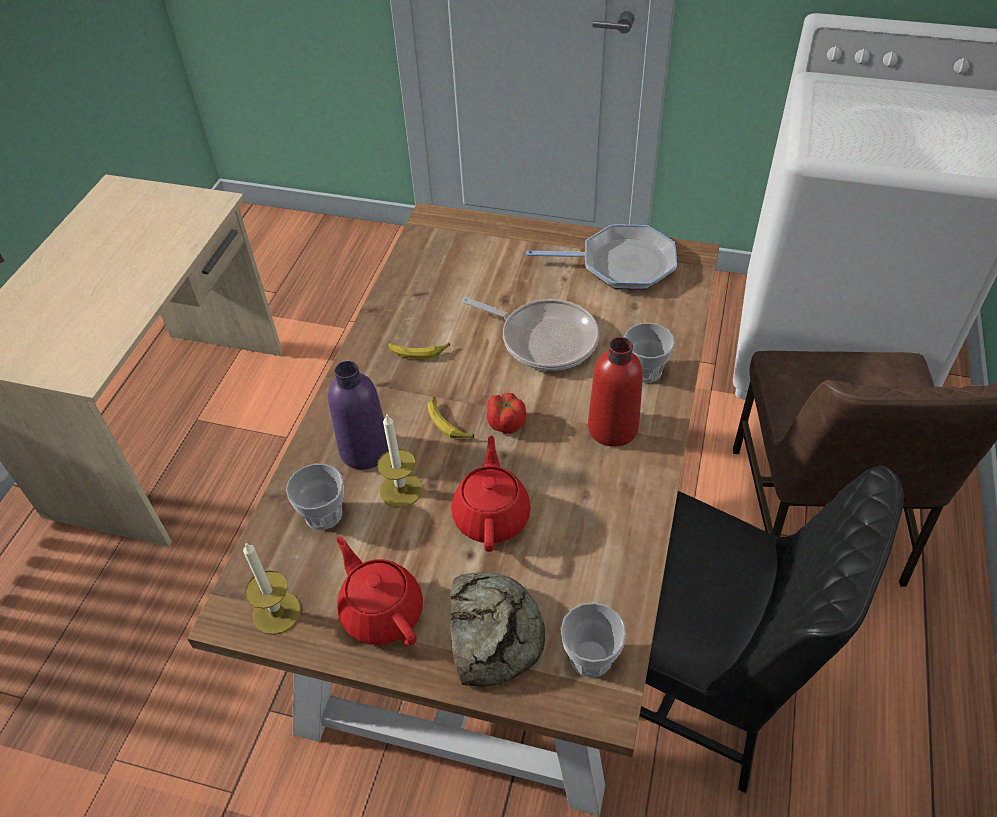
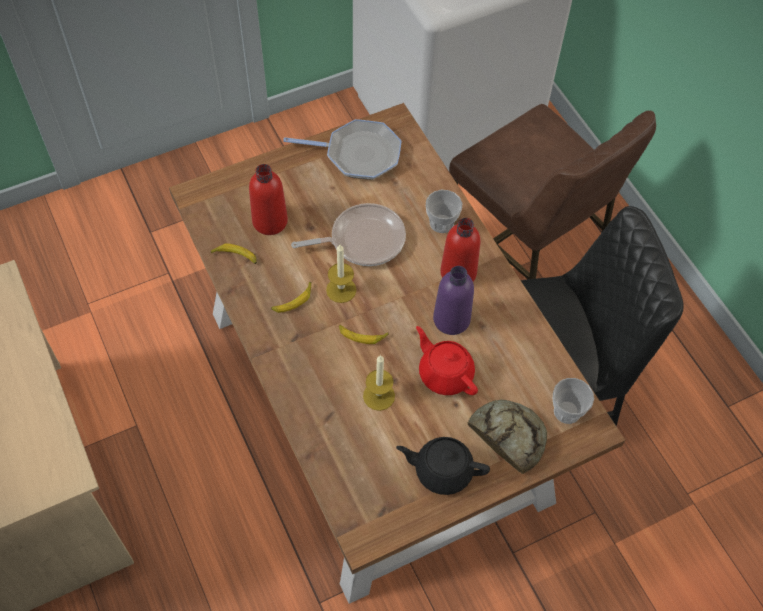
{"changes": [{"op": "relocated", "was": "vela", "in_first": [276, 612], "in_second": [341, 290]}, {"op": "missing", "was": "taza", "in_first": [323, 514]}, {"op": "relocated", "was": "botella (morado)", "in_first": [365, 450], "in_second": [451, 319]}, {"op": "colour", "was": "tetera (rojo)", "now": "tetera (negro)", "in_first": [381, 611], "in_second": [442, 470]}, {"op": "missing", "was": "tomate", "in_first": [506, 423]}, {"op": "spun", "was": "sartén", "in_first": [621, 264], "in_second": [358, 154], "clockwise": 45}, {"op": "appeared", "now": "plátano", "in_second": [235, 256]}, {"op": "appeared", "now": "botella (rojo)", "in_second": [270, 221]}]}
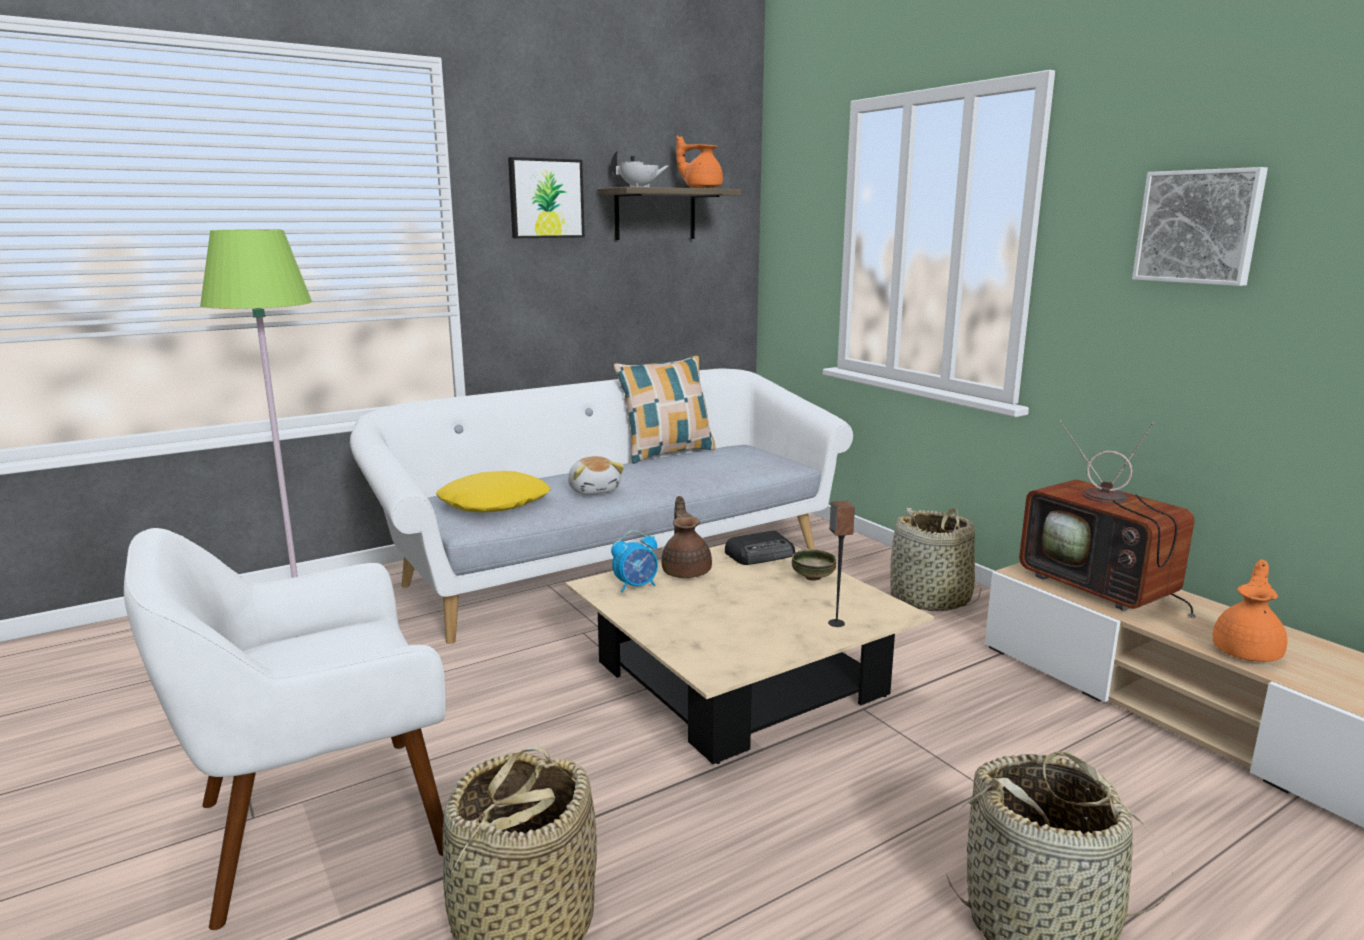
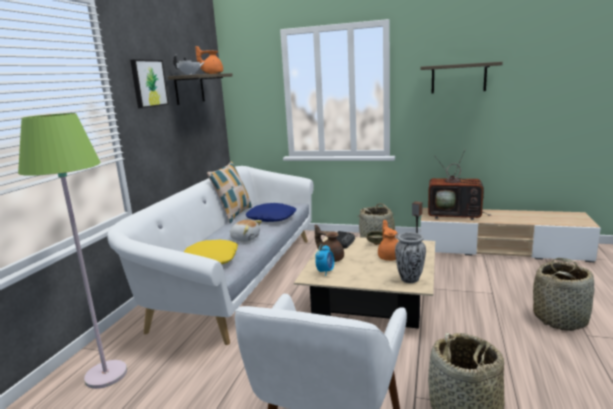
{"changes": [{"op": "exchanged", "was": "cuadro", "now": "estante", "in_first": [1199, 227], "in_second": [458, 78]}, {"op": "relocated", "was": "tetera (naranja)", "in_first": [1247, 651], "in_second": [390, 257]}, {"op": "appeared", "now": "cojín (azul)", "in_second": [272, 217]}, {"op": "appeared", "now": "florero", "in_second": [409, 279]}]}
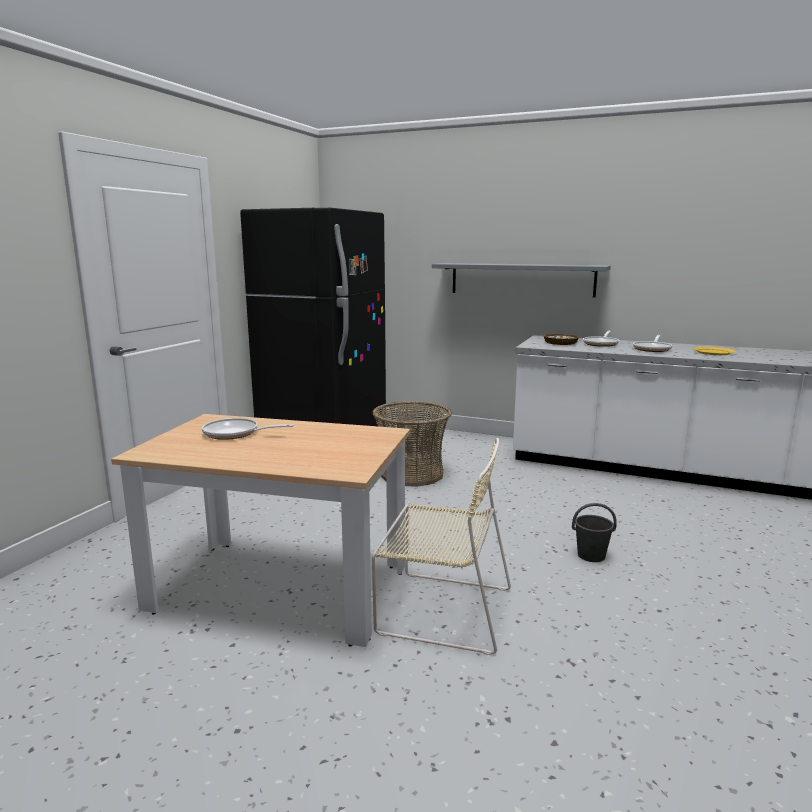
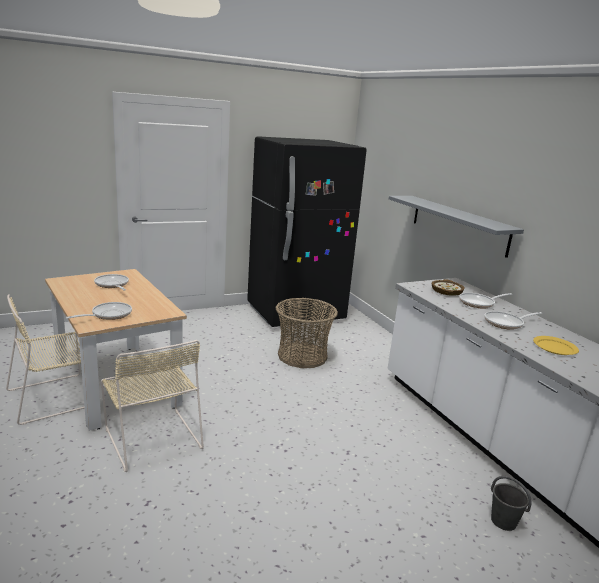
{"changes": [{"op": "relocated", "was": "cubo (gris)", "in_first": [591, 555], "in_second": [504, 521]}, {"op": "appeared", "now": "silla (beis)", "in_second": [55, 397]}, {"op": "appeared", "now": "sartén", "in_second": [108, 315]}]}
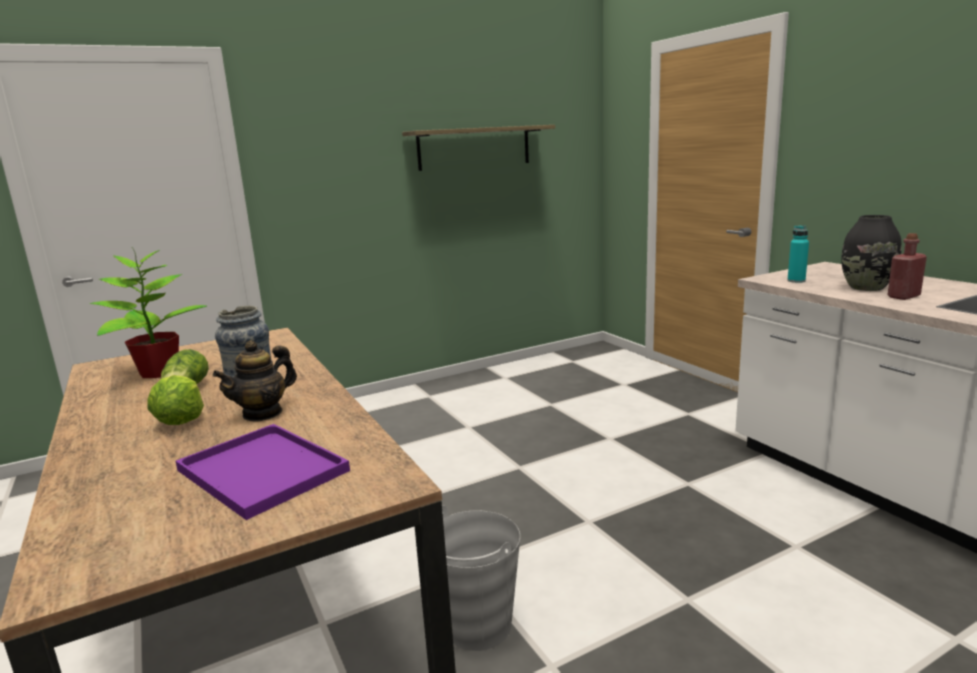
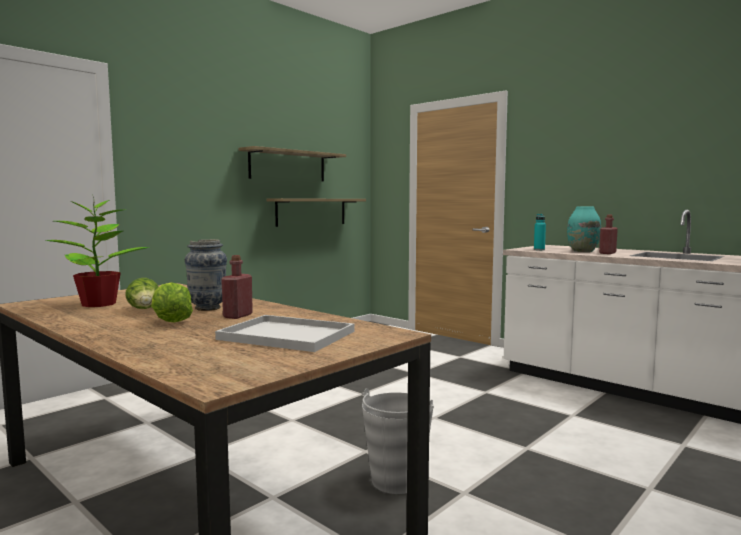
{"changes": [{"op": "colour", "was": "bandeja (morado)", "now": "bandeja (blanco)", "in_first": [259, 470], "in_second": [284, 335]}, {"op": "exchanged", "was": "tetera", "now": "botella (rojo)", "in_first": [263, 413], "in_second": [238, 316]}, {"op": "colour", "was": "florero (negro)", "now": "florero (turquesa)", "in_first": [866, 288], "in_second": [582, 251]}, {"op": "appeared", "now": "estante", "in_second": [311, 212]}]}
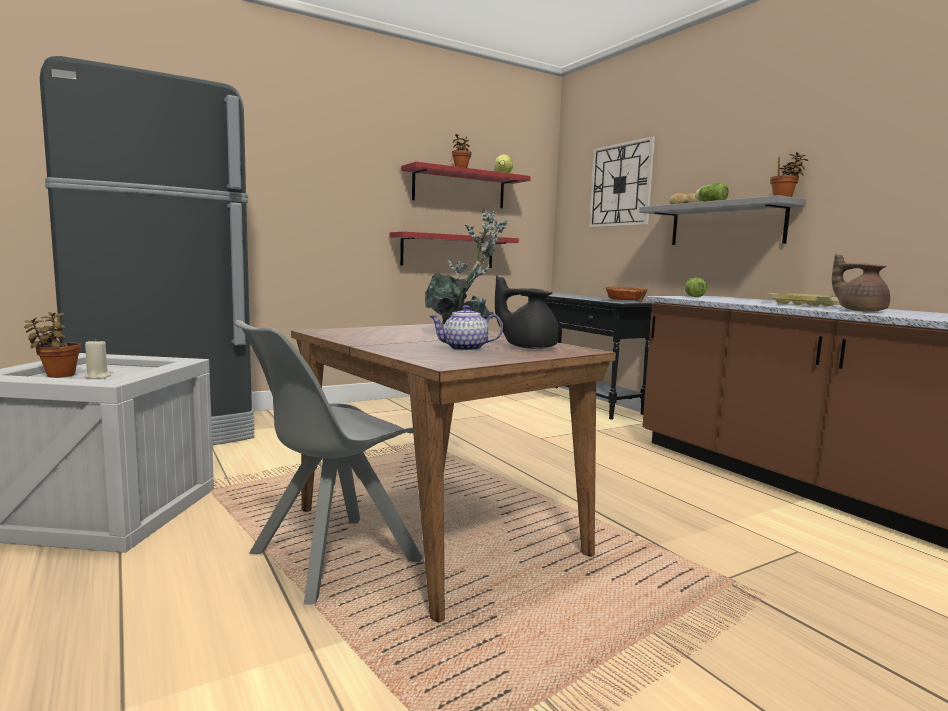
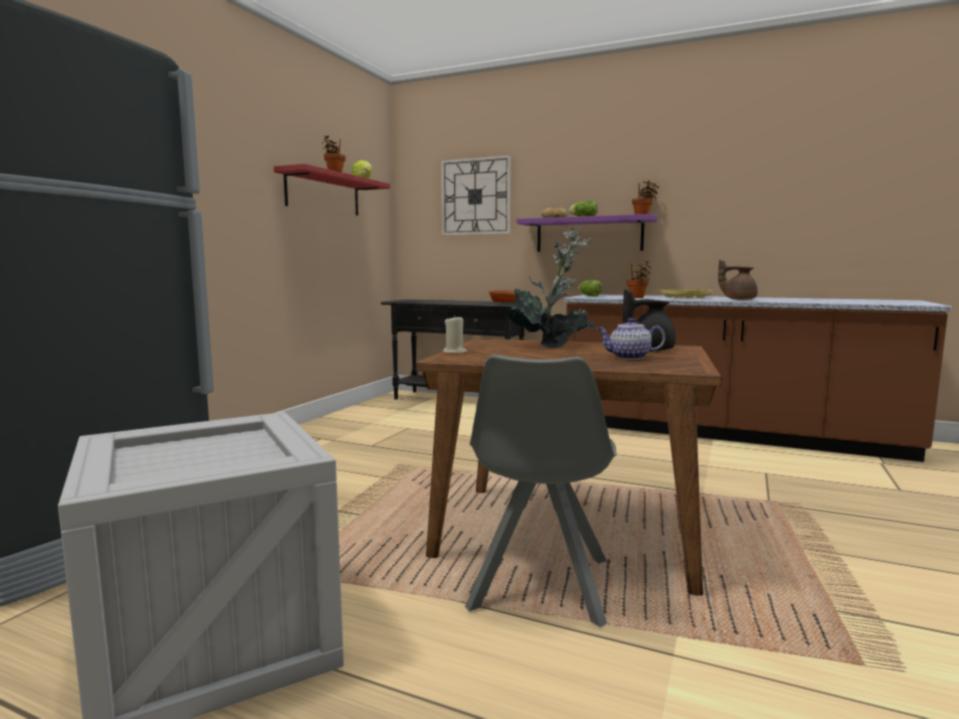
{"changes": [{"op": "relocated", "was": "planta en maceta", "in_first": [58, 376], "in_second": [637, 297]}, {"op": "relocated", "was": "vela (beis)", "in_first": [98, 377], "in_second": [455, 352]}, {"op": "missing", "was": "estante (rojo)", "in_first": [448, 251]}, {"op": "spun", "was": "tetera", "in_first": [464, 349], "in_second": [628, 357], "clockwise": 45}, {"op": "colour", "was": "estante (gris)", "now": "estante (morado)", "in_first": [726, 224], "in_second": [589, 235]}]}
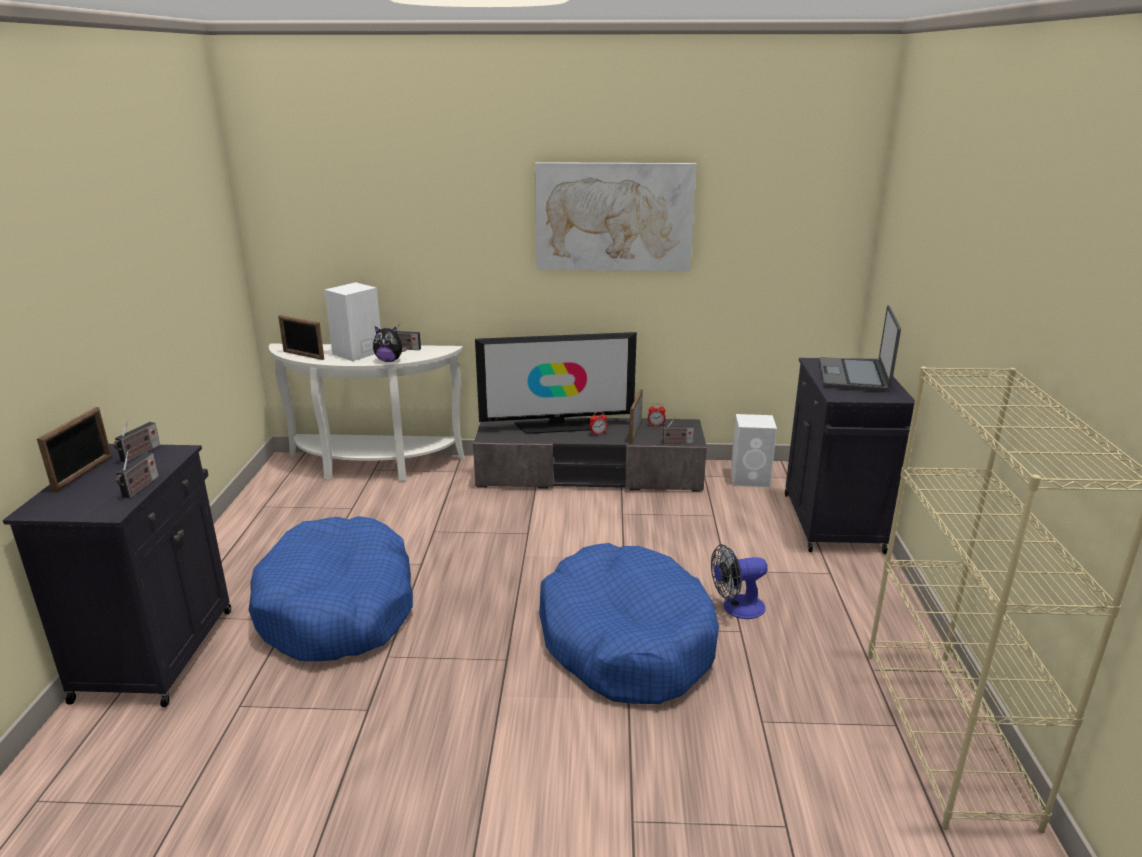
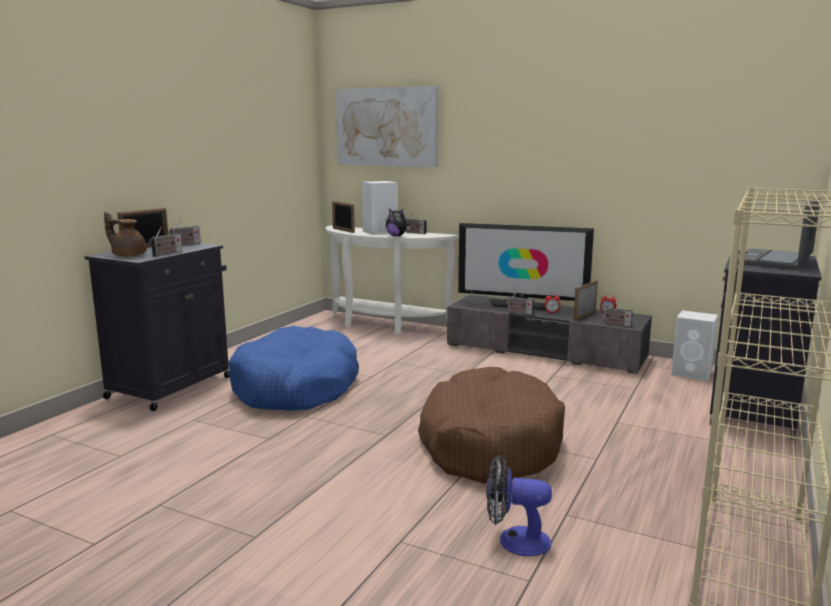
{"changes": [{"op": "relocated", "was": "cuadro", "in_first": [614, 217], "in_second": [386, 127]}, {"op": "colour", "was": "cama para perro (azul)", "now": "cama para perro (marrón)", "in_first": [625, 641], "in_second": [489, 444]}, {"op": "relocated", "was": "ventilador", "in_first": [736, 608], "in_second": [515, 540]}, {"op": "appeared", "now": "tetera (marrón)", "in_second": [128, 255]}, {"op": "appeared", "now": "radio", "in_second": [519, 312]}]}
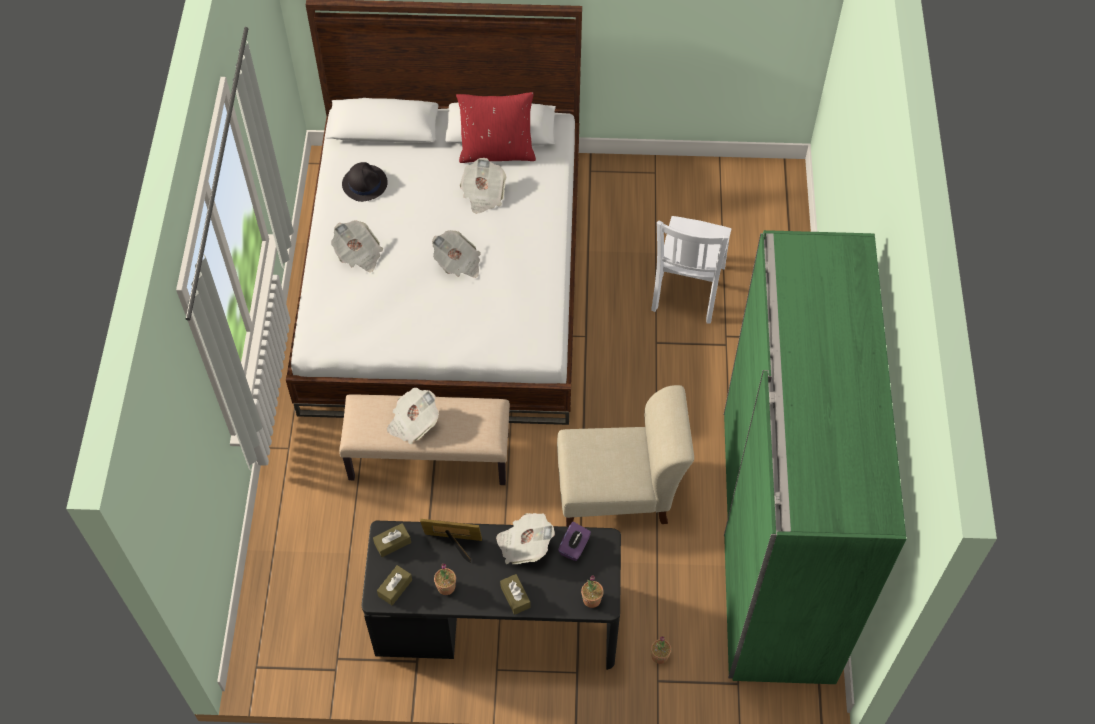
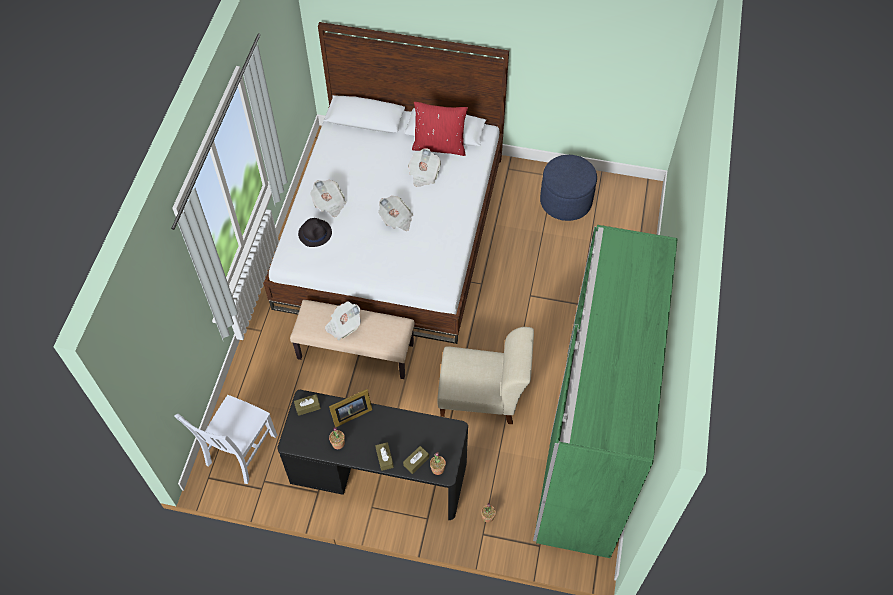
{"changes": [{"op": "relocated", "was": "sombrero (negro)", "in_first": [364, 183], "in_second": [315, 233]}, {"op": "relocated", "was": "caja de pañuelos (marrón)", "in_first": [395, 588], "in_second": [416, 461]}, {"op": "spun", "was": "portarretratos", "in_first": [454, 543], "in_second": [350, 414], "clockwise": 135}, {"op": "missing", "was": "periódico", "in_first": [524, 545]}, {"op": "missing", "was": "caja de pañuelos (morado)", "in_first": [574, 547]}, {"op": "relocated", "was": "silla (blanco)", "in_first": [687, 290], "in_second": [240, 452]}, {"op": "appeared", "now": "puf (azul)", "in_second": [565, 201]}]}
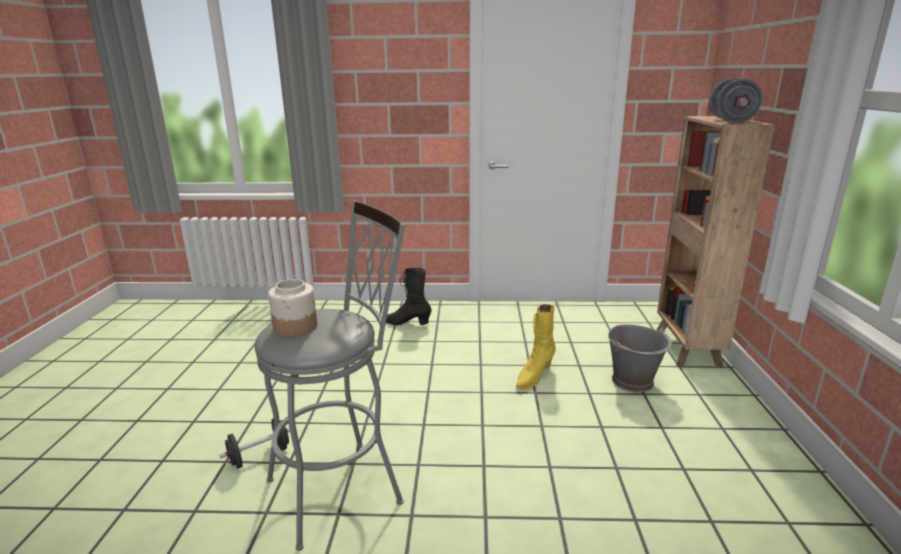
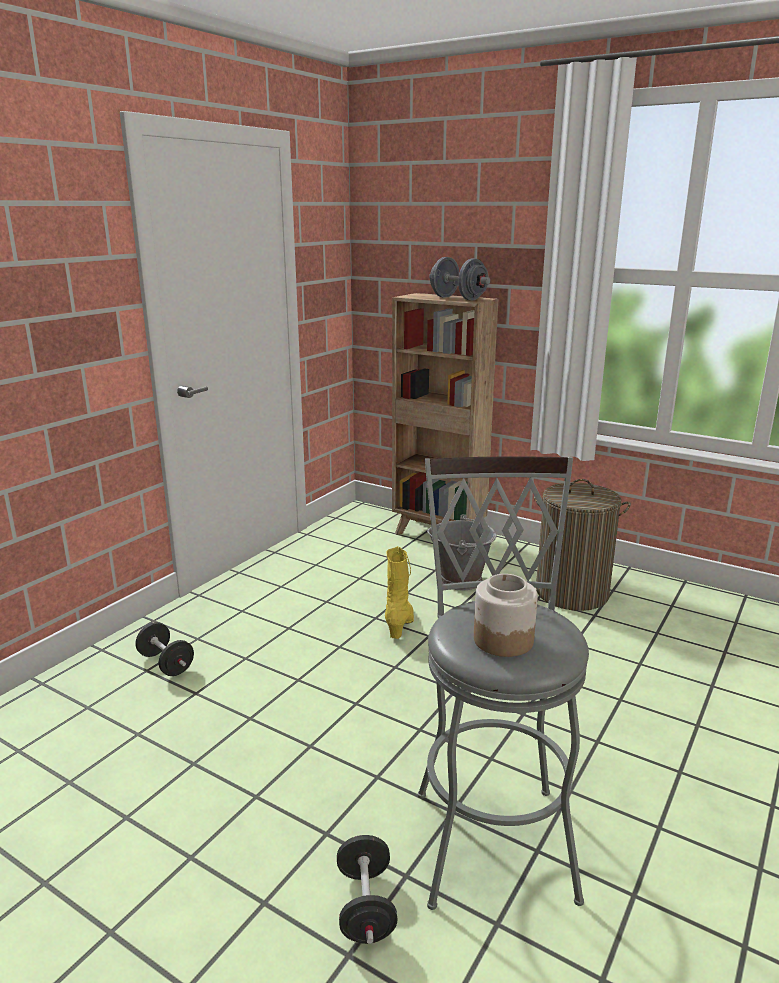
{"changes": [{"op": "exchanged", "was": "bota (negro)", "now": "mancuerna (negro)", "in_first": [406, 323], "in_second": [166, 663]}, {"op": "spun", "was": "bota (amarillo)", "in_first": [534, 376], "in_second": [400, 624], "clockwise": -150}, {"op": "appeared", "now": "cesto de la ropa", "in_second": [572, 593]}]}
